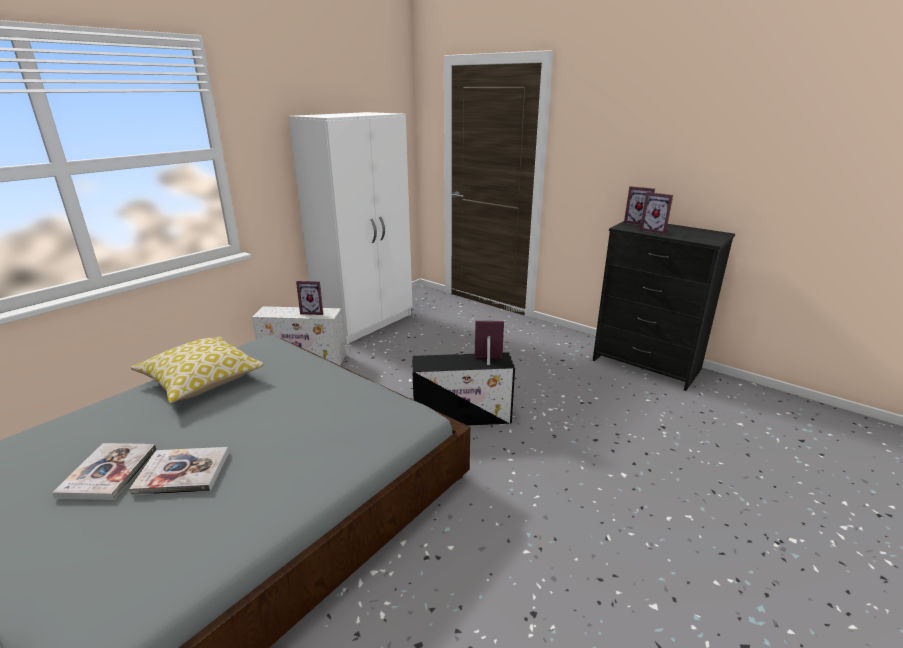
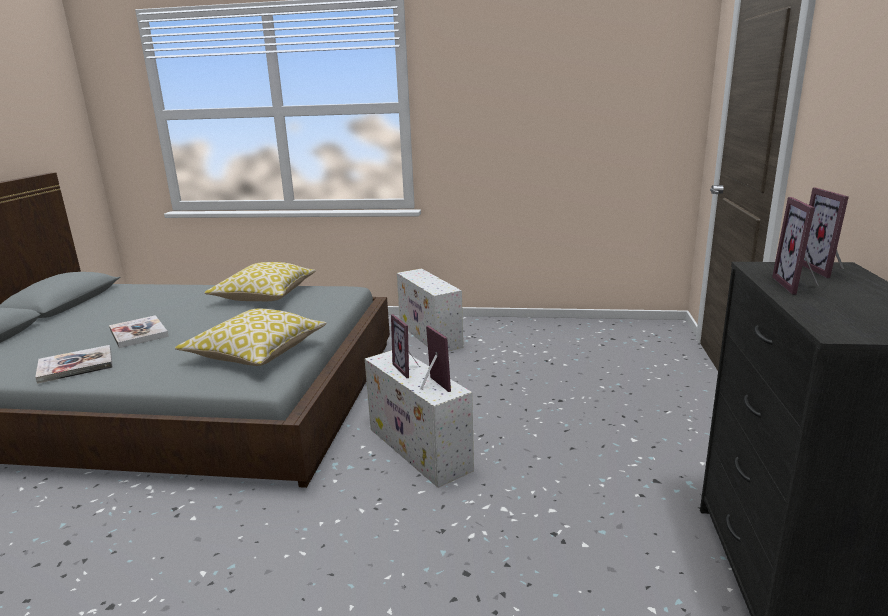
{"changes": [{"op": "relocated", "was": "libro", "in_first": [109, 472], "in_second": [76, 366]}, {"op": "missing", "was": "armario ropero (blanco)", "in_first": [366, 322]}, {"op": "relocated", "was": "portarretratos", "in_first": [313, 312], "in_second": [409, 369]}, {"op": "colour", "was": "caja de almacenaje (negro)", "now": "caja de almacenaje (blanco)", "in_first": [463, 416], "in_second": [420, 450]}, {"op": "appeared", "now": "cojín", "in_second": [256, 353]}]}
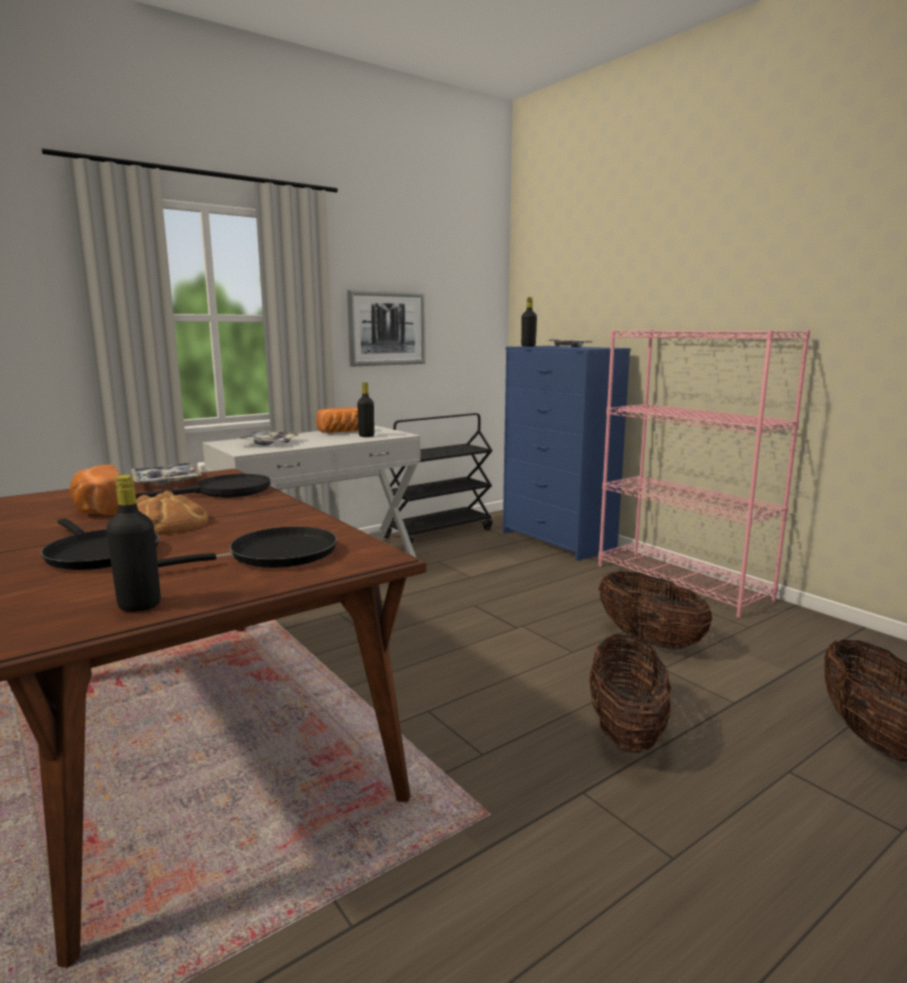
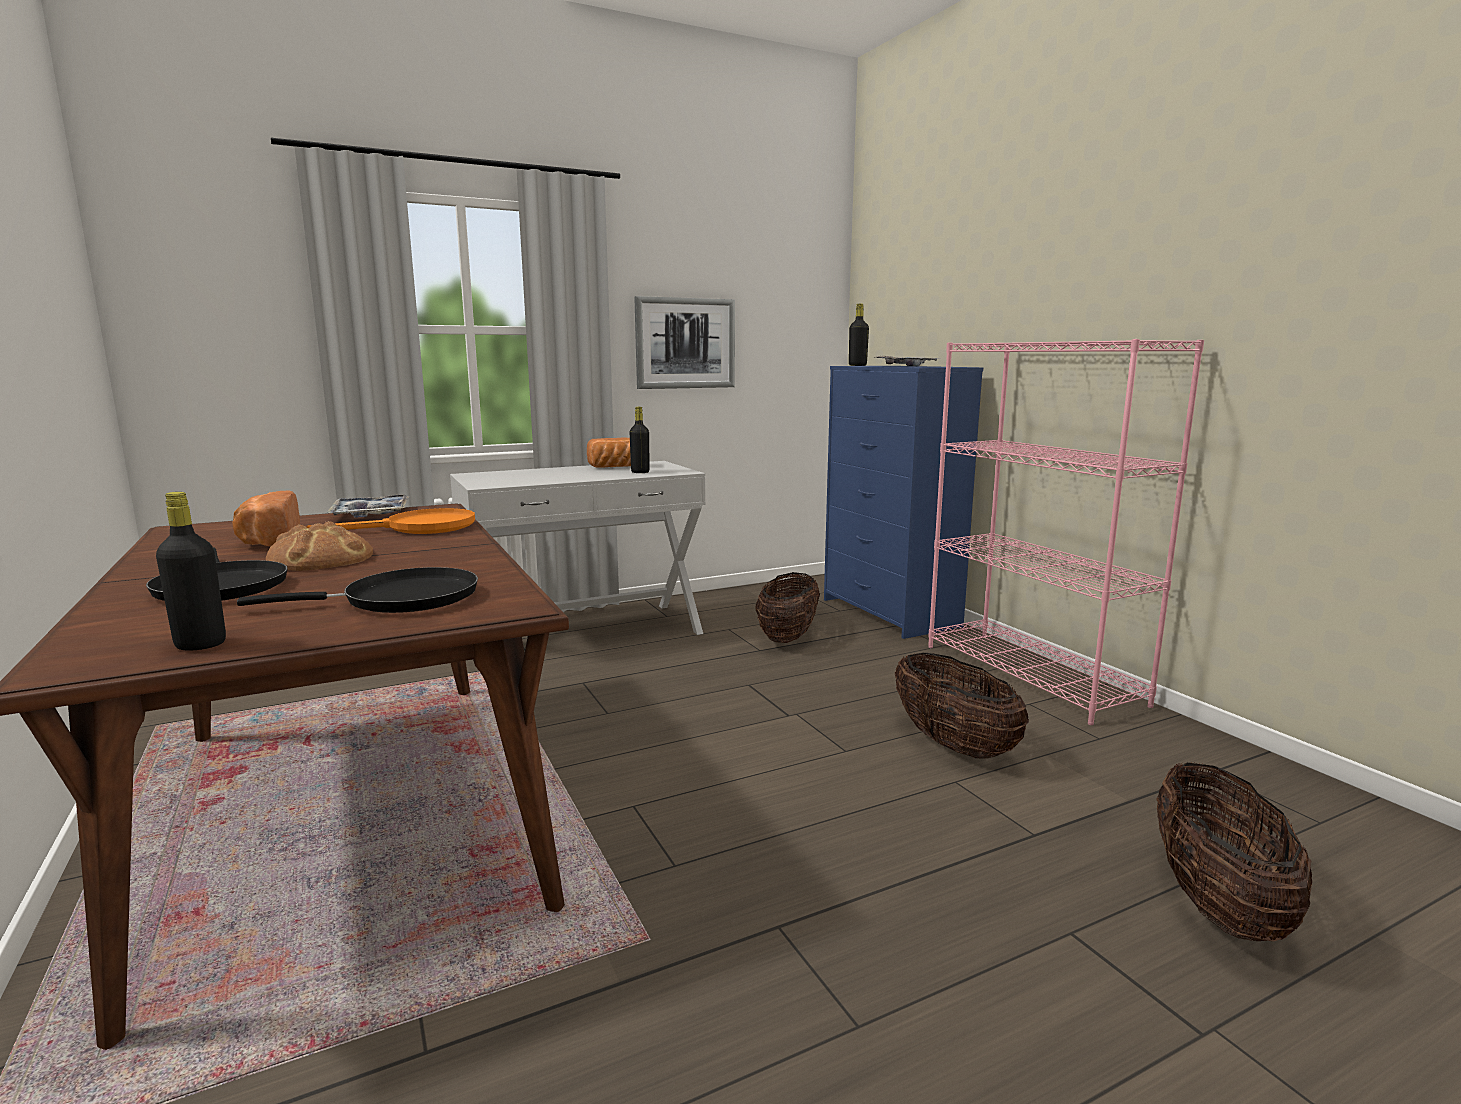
{"changes": [{"op": "colour", "was": "sartén (negro)", "now": "sartén (naranja)", "in_first": [223, 492], "in_second": [418, 528]}, {"op": "missing", "was": "bandeja", "in_first": [269, 443]}, {"op": "missing", "was": "carrito (negro)", "in_first": [438, 533]}, {"op": "relocated", "was": "cesta", "in_first": [625, 730], "in_second": [787, 637]}]}
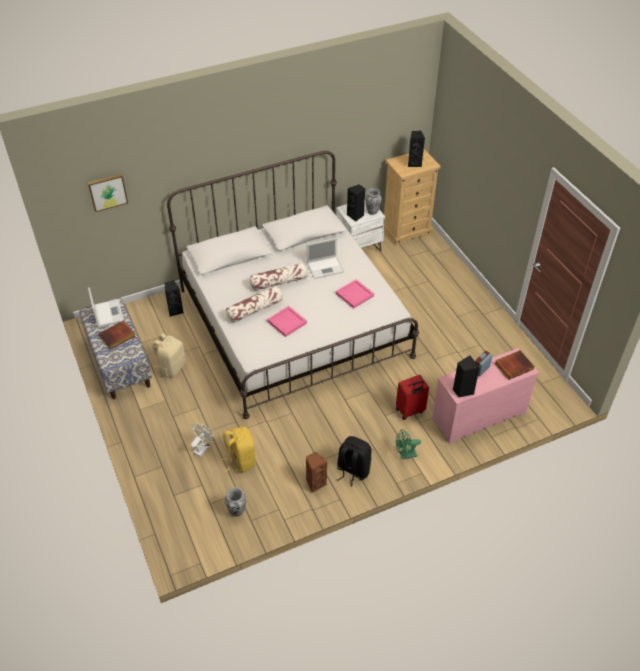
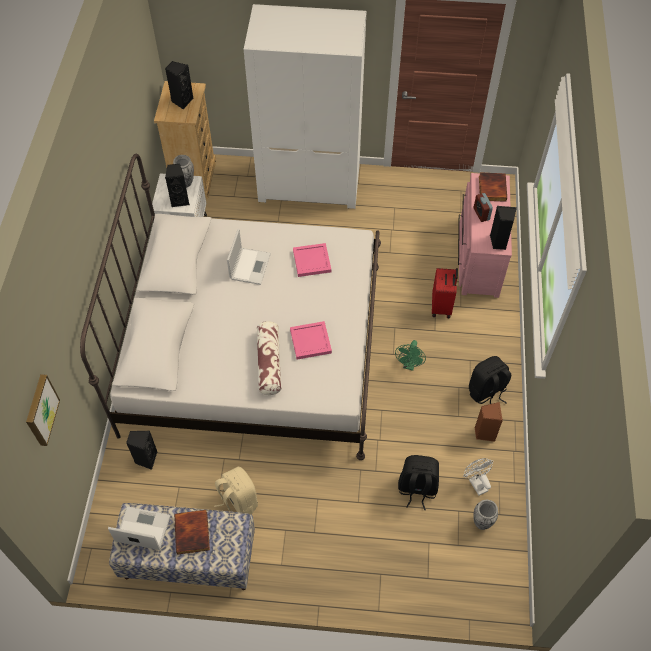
{"changes": [{"op": "relocated", "was": "ventilador (blanco)", "in_first": [202, 447], "in_second": [476, 482]}, {"op": "colour", "was": "mochila (amarillo)", "now": "mochila (negro)", "in_first": [240, 460], "in_second": [417, 489]}, {"op": "missing", "was": "cojín", "in_first": [279, 282]}, {"op": "relocated", "was": "ventilador (verde)", "in_first": [405, 455], "in_second": [409, 365]}, {"op": "appeared", "now": "armario ropero (blanco)", "in_second": [310, 183]}]}
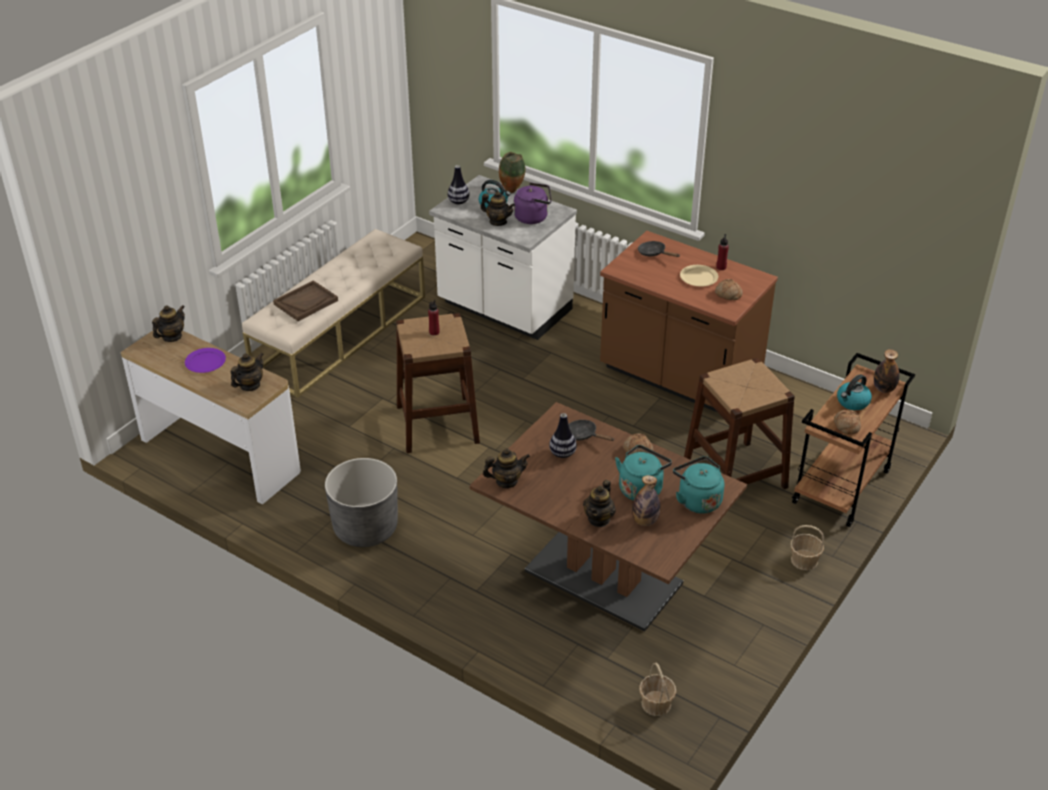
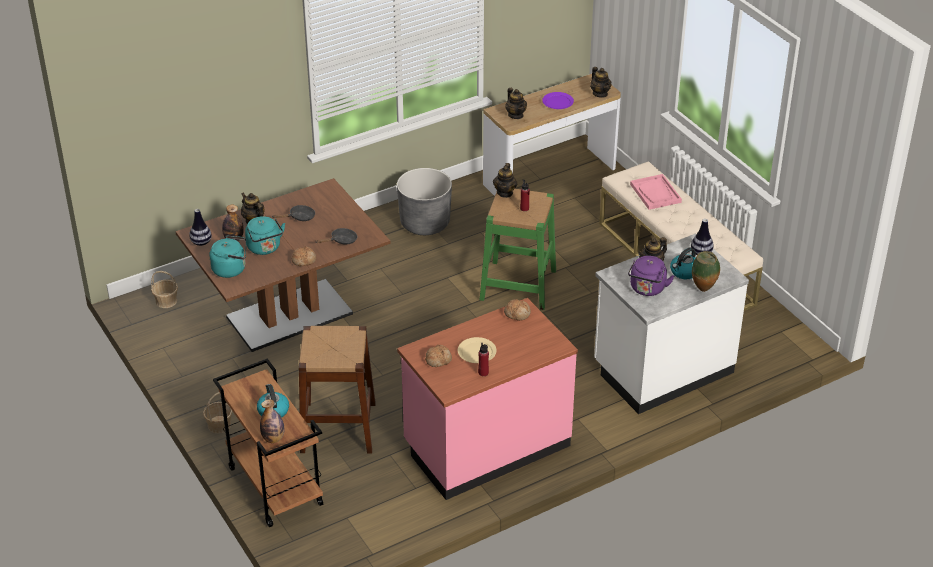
{"changes": [{"op": "colour", "was": "bandeja (marrón)", "now": "bandeja (rosa)", "in_first": [306, 302], "in_second": [655, 193]}, {"op": "colour", "was": "taburete (marrón)", "now": "taburete (verde)", "in_first": [437, 424], "in_second": [518, 284]}, {"op": "relocated", "was": "tetera", "in_first": [506, 481], "in_second": [505, 192]}, {"op": "relocated", "was": "florero", "in_first": [562, 453], "in_second": [201, 242]}, {"op": "colour", "was": "mueble bajo de cocina (marrón)", "now": "mueble bajo de cocina (rosa)", "in_first": [679, 378], "in_second": [486, 445]}, {"op": "relocated", "was": "sartén (negro)", "in_first": [654, 253], "in_second": [299, 217]}, {"op": "relocated", "was": "pan", "in_first": [846, 426], "in_second": [517, 313]}]}
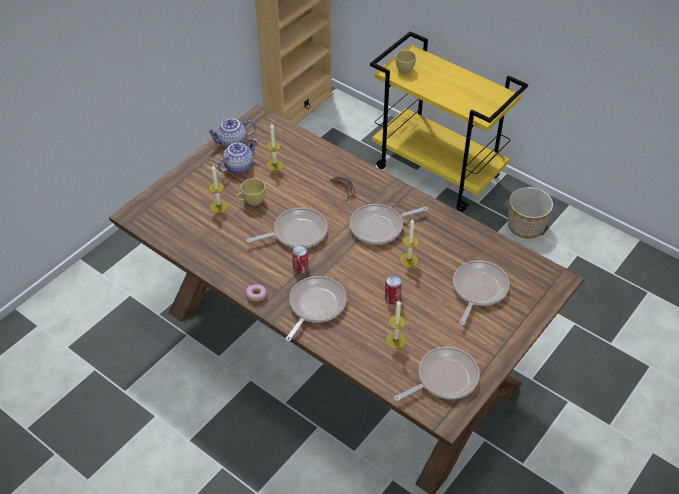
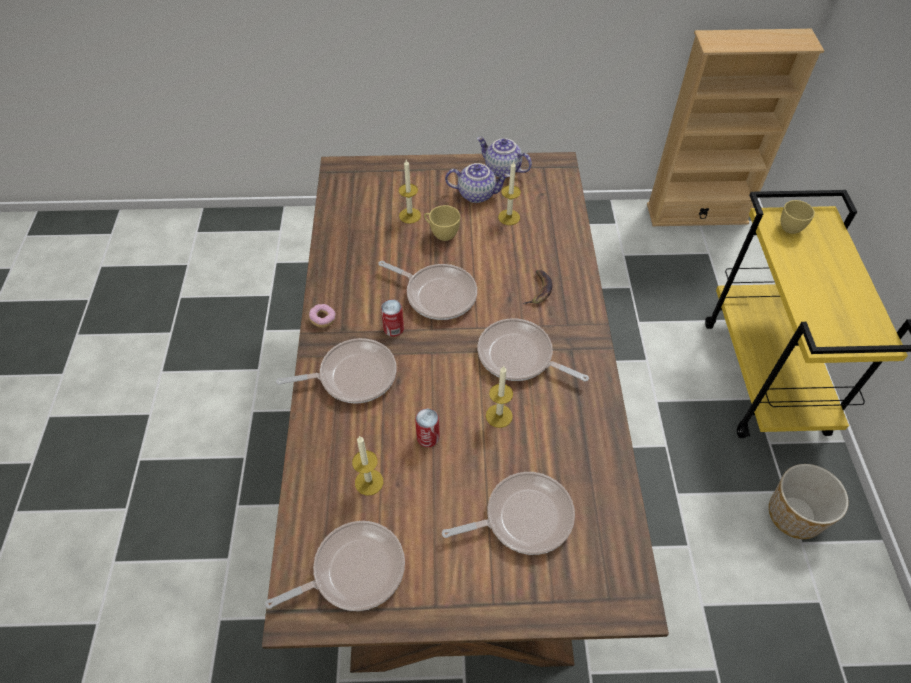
{"changes": [{"op": "spun", "was": "sartén", "in_first": [444, 378], "in_second": [353, 571], "clockwise": -45}]}
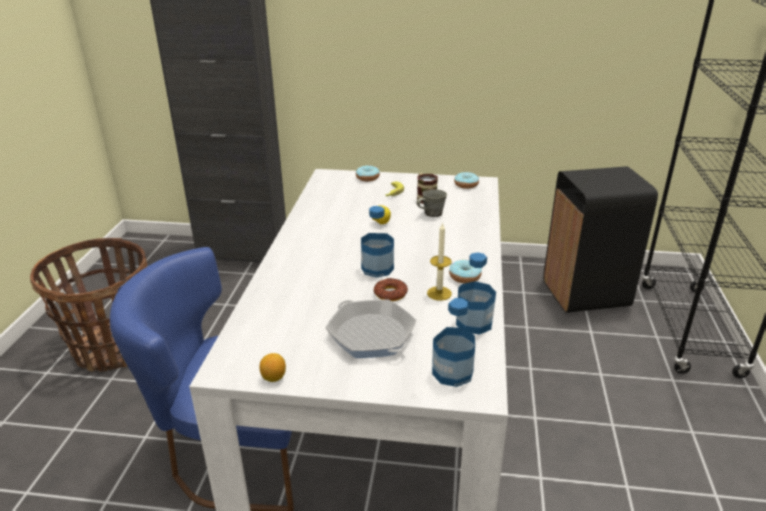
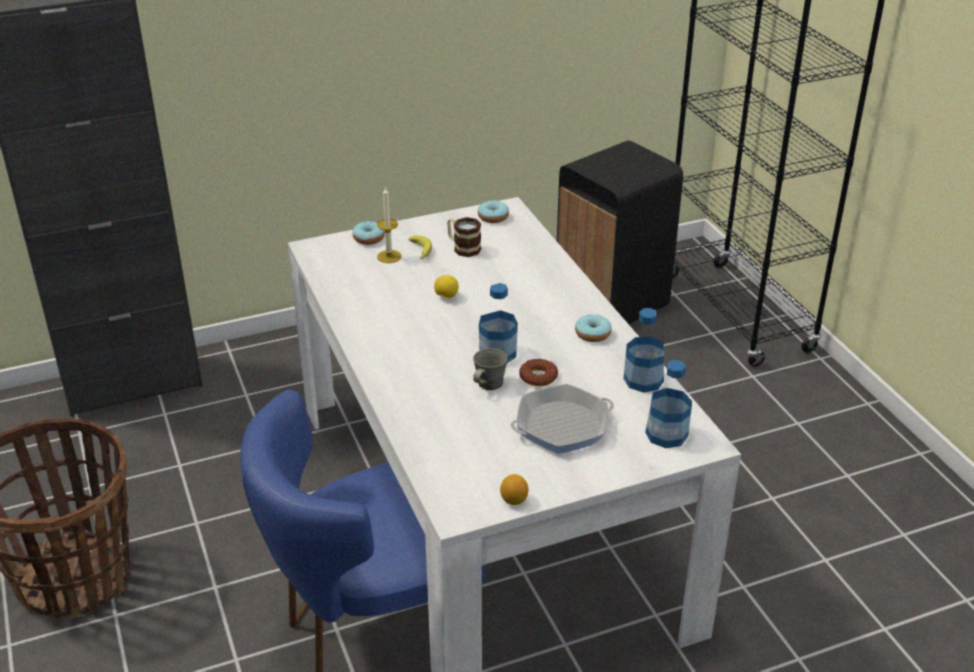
{"changes": [{"op": "spun", "was": "sartén", "in_first": [371, 335], "in_second": [562, 426], "clockwise": -45}, {"op": "relocated", "was": "taza grande (gris)", "in_first": [432, 214], "in_second": [488, 384]}, {"op": "relocated", "was": "vela", "in_first": [439, 293], "in_second": [389, 256]}]}
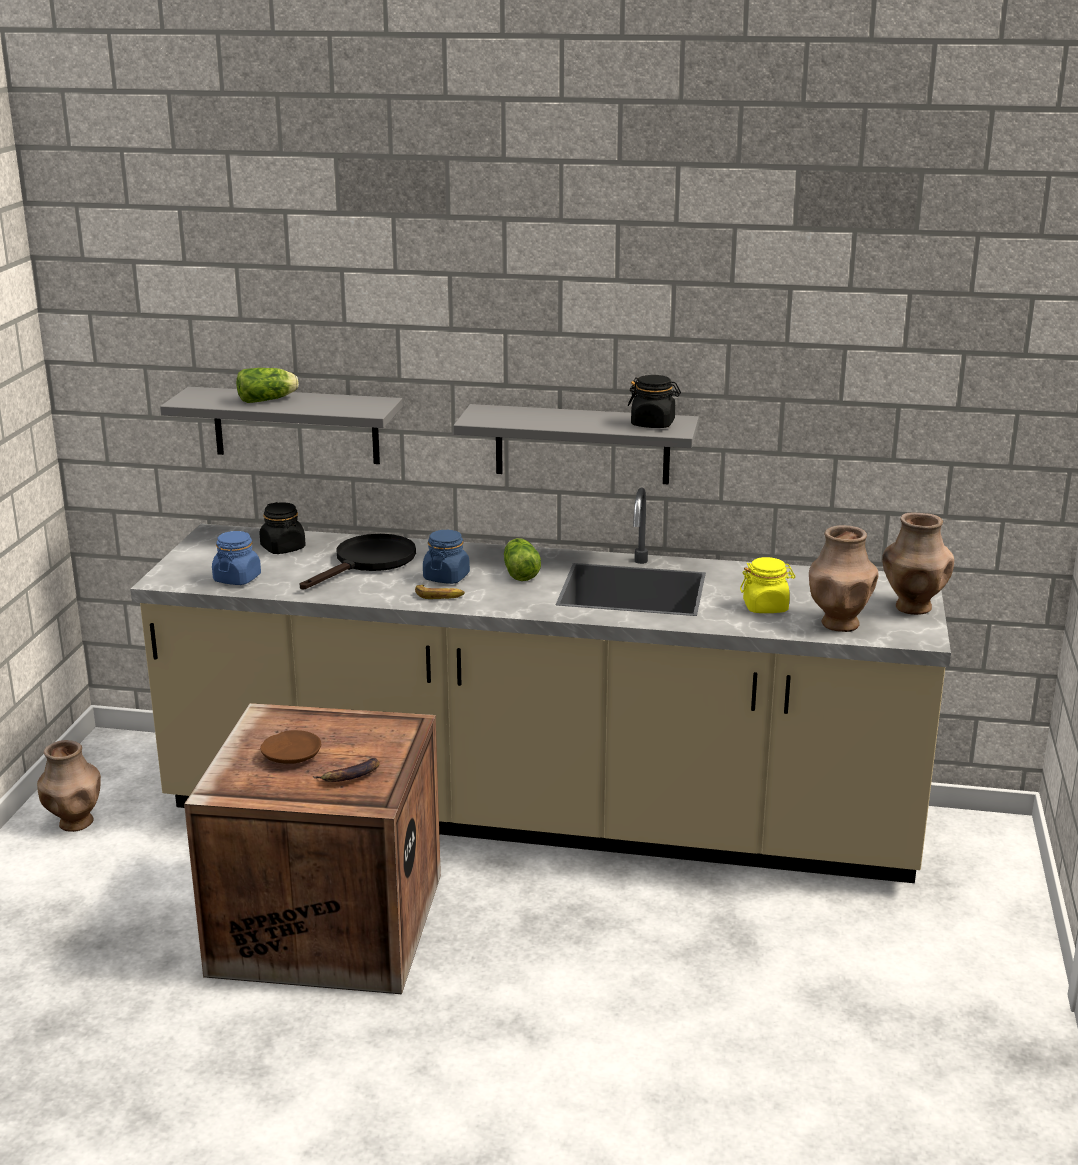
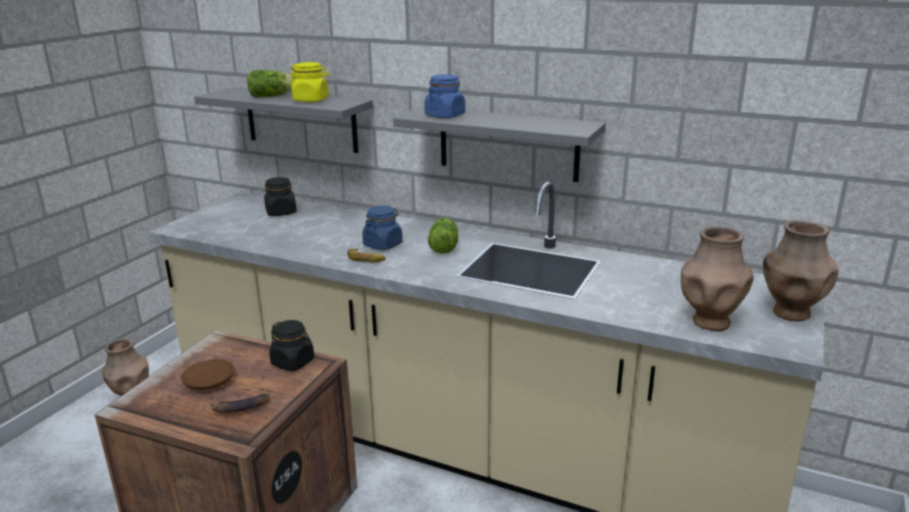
{"changes": [{"op": "relocated", "was": "tarro (azul)", "in_first": [237, 579], "in_second": [445, 116]}, {"op": "missing", "was": "sartén (negro)", "in_first": [368, 562]}, {"op": "relocated", "was": "tarro (negro)", "in_first": [653, 424], "in_second": [293, 362]}, {"op": "relocated", "was": "tarro (amarillo)", "in_first": [765, 607], "in_second": [311, 100]}]}
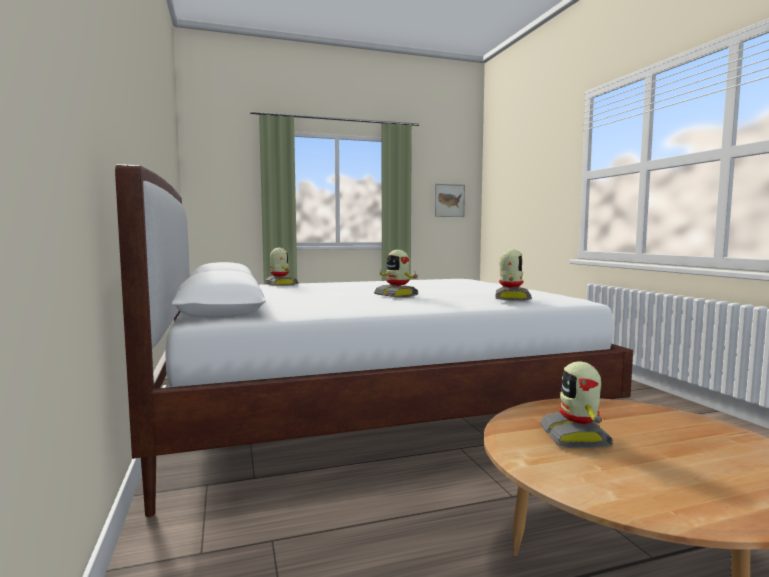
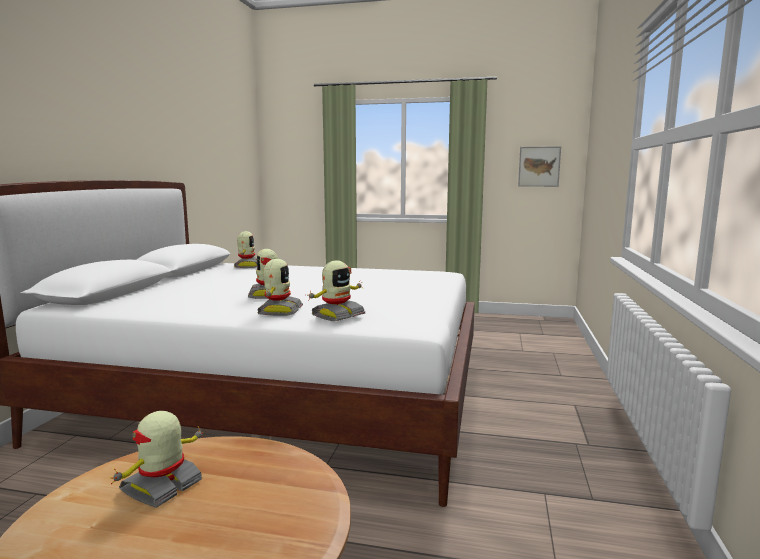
{"changes": [{"op": "appeared", "now": "robot de juguete", "in_second": [279, 311]}]}
